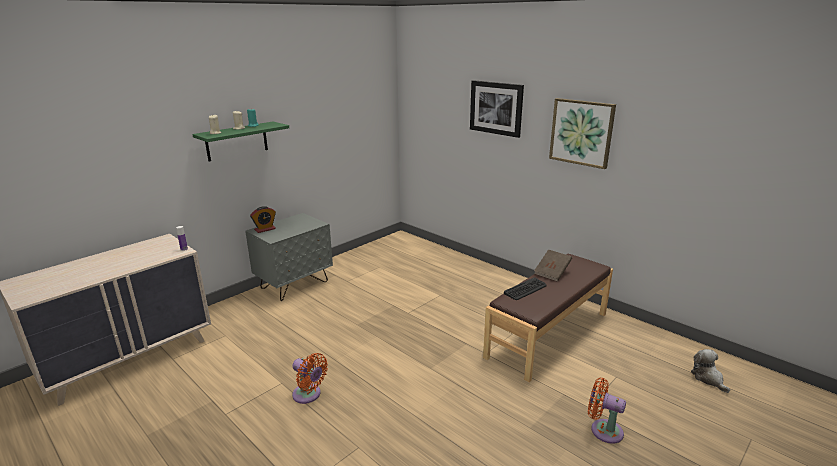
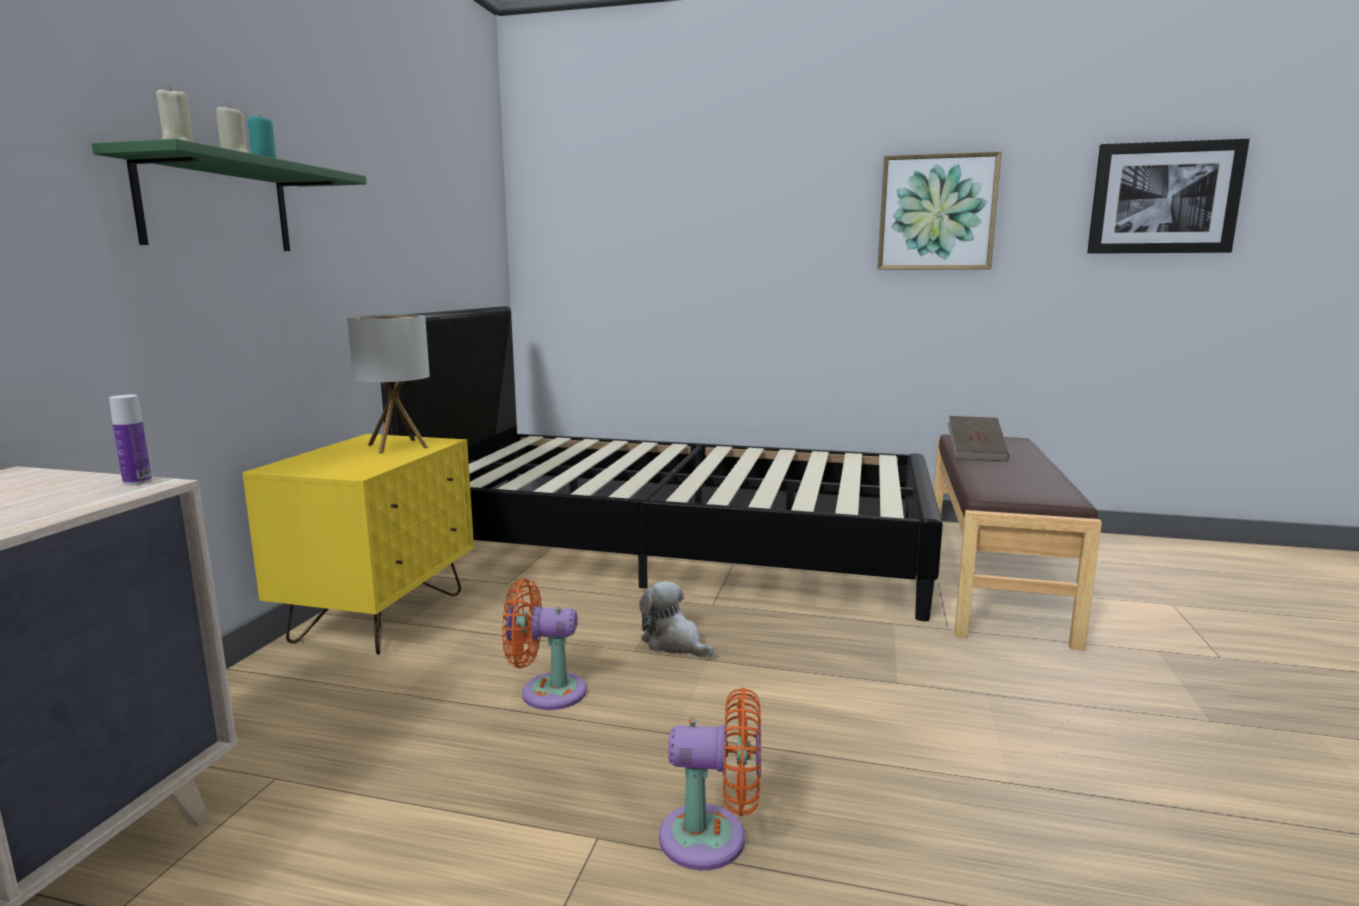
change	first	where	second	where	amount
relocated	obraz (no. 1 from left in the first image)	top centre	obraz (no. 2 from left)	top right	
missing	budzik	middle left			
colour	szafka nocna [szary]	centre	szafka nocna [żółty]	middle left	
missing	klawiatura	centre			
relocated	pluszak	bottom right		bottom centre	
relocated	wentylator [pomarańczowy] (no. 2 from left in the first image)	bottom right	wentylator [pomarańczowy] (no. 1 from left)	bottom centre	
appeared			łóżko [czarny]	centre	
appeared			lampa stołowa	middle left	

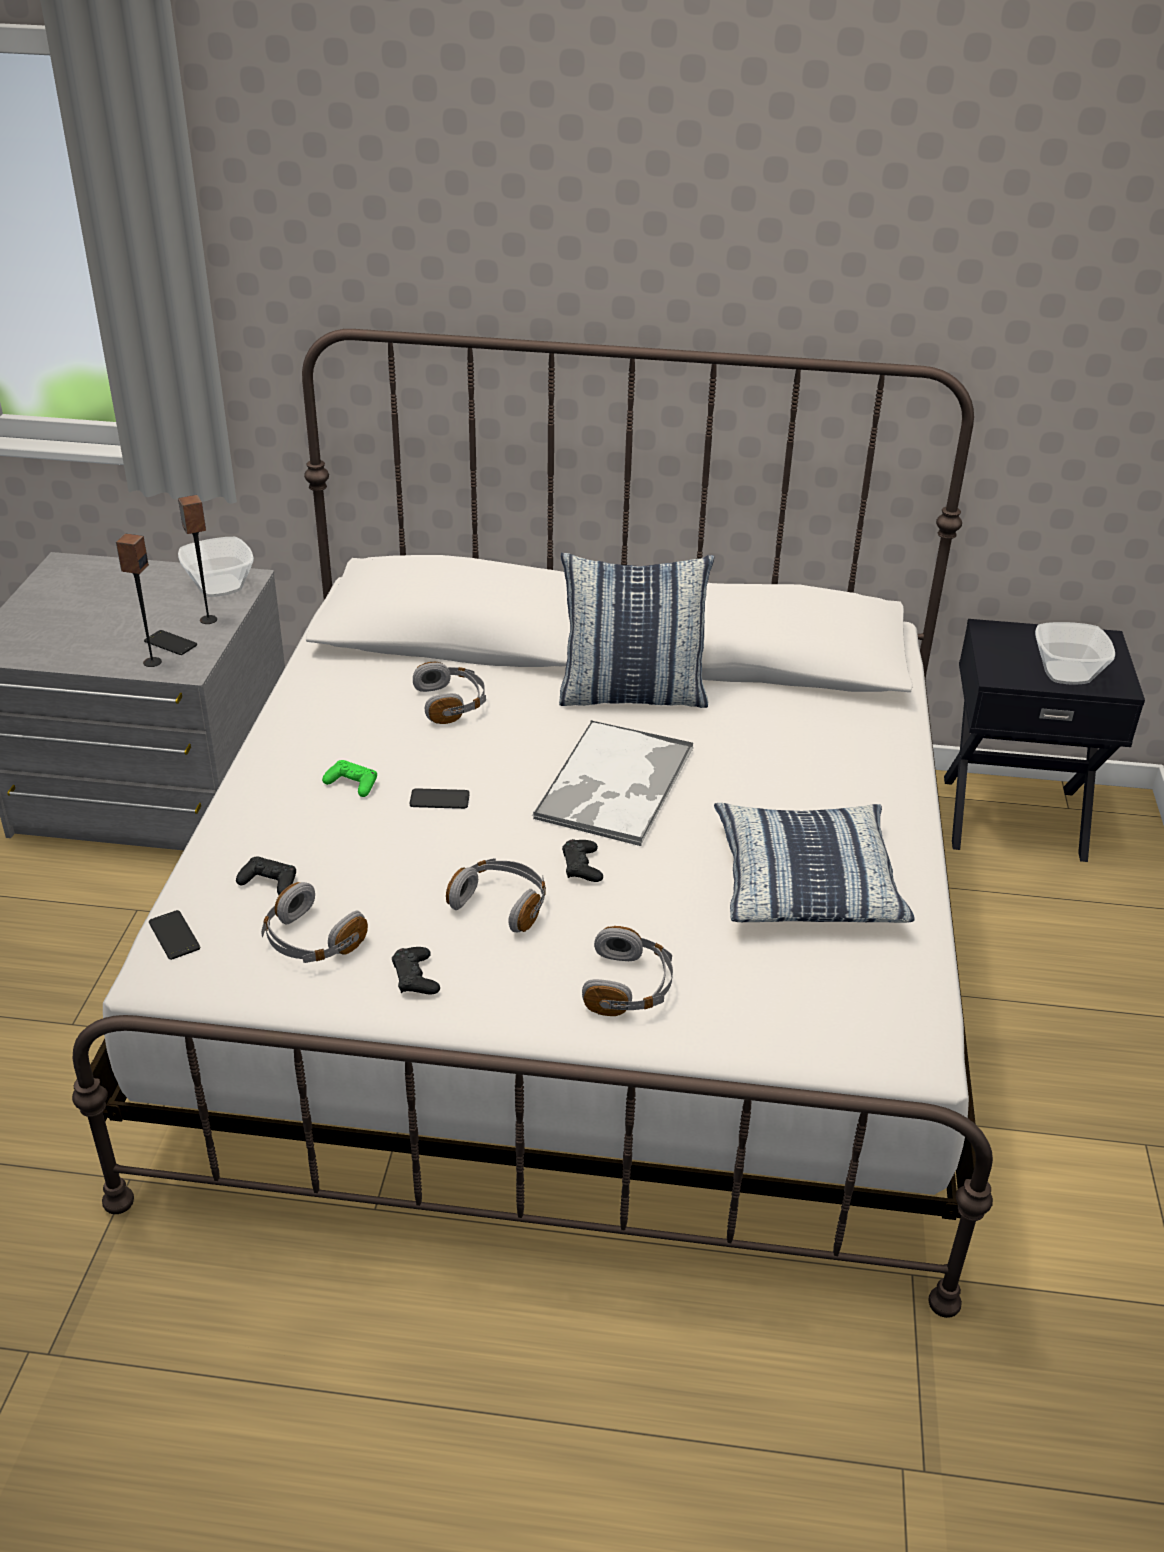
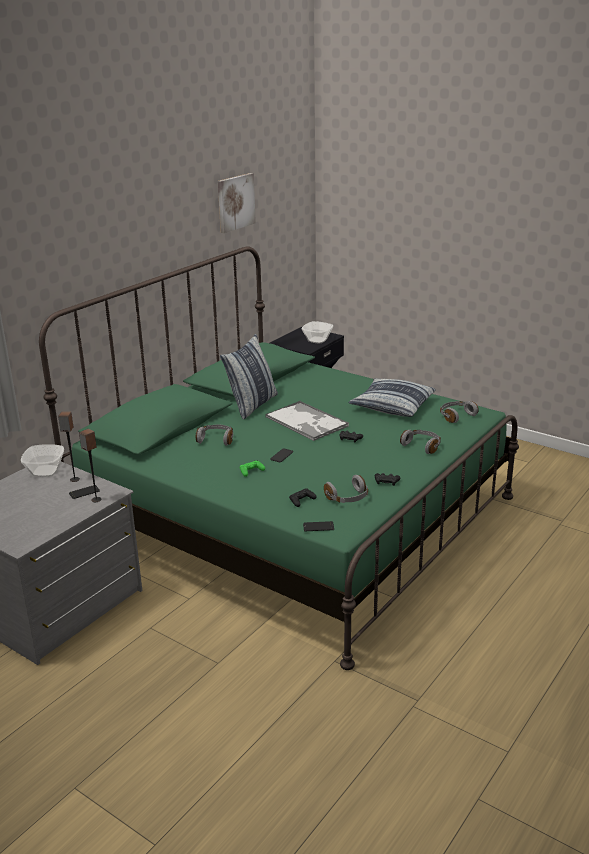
change	first	where	second	where	amount
colour	łóżko [biały]	centre	łóżko [zielony]	centre	
relocated	słuchawki [szary] (no. 3 from left in the first image)	centre	słuchawki [szary] (no. 4 from left)	middle right	
appeared			obraz	top centre	

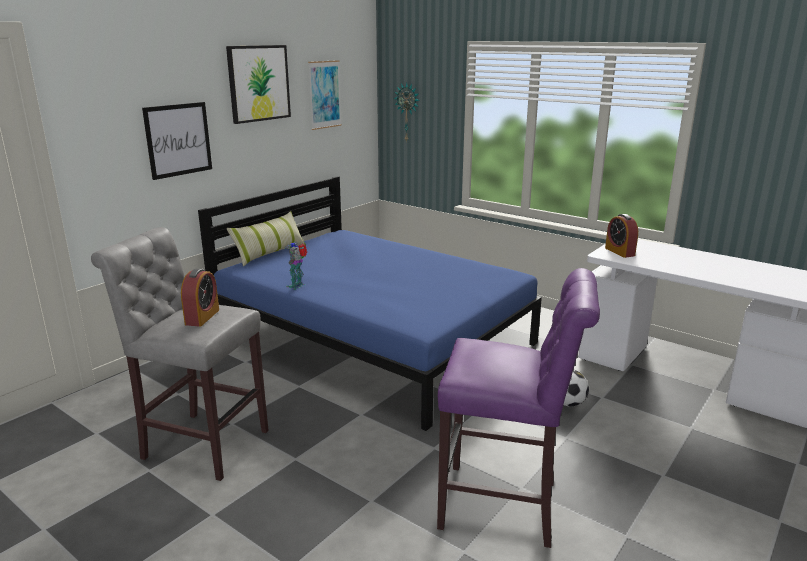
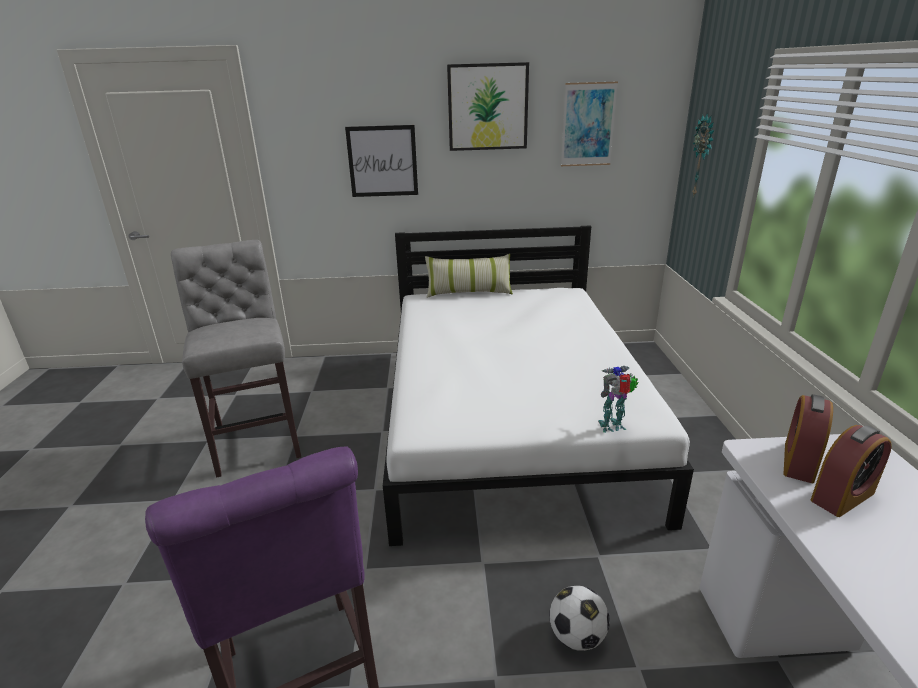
change	first	where	second	where	amount
colour	łóżko [niebieski]	centre	łóżko [biały]	centre	
relocated	robot zabawkowy	centre		middle right	
relocated	budzik (no. 1 from left in the first image)	middle left	budzik (no. 2 from left)	bottom right	

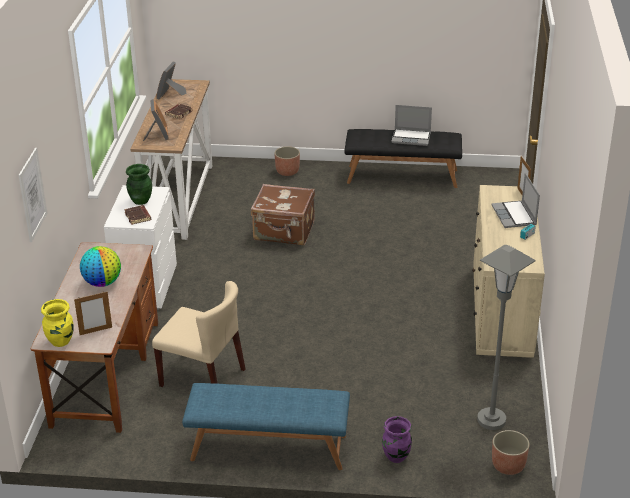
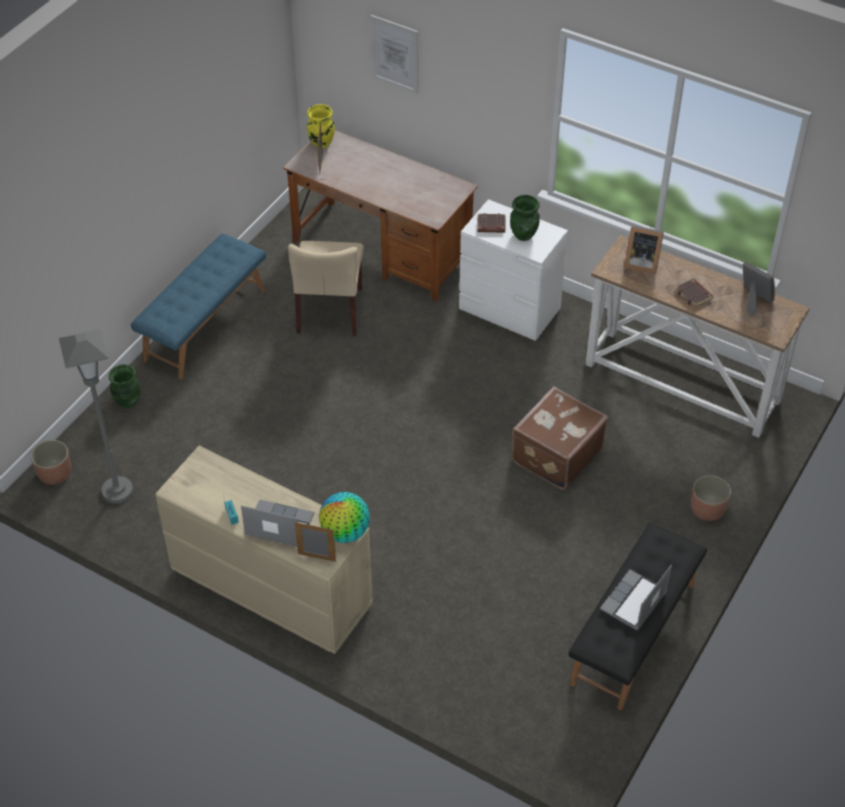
change	first	where	second	where	amount
relocated	globus	middle left		centre	
spun	krzesło [beżowy]	bottom left		centre	45 degrees counterclockwise
colour	wazon [fioletowy]	bottom centre	wazon [zielony] (no. 1 from left)	middle left	

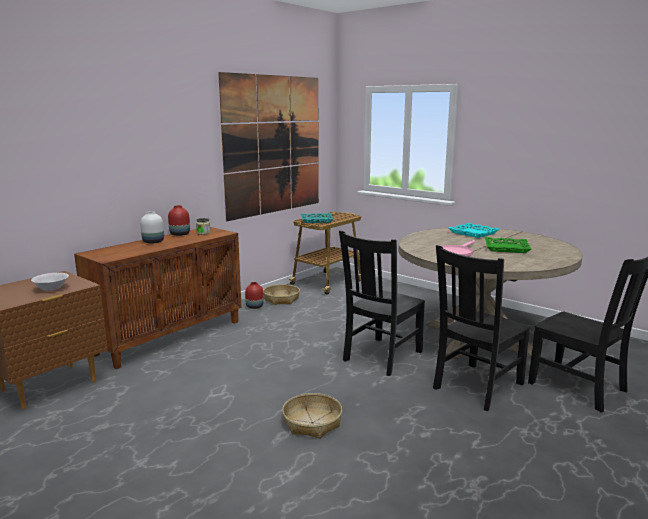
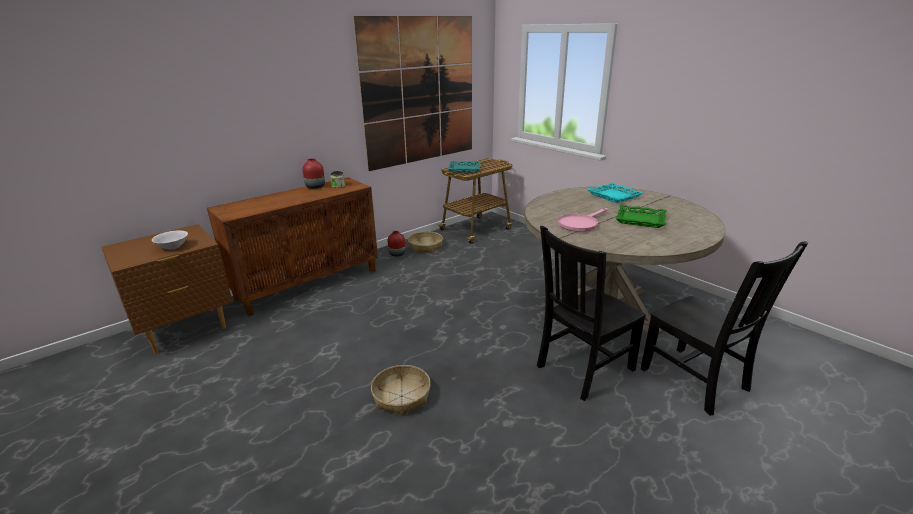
change	first	where	second	where	amount
missing	wazon [biały]	middle left			
missing	krzesło [czarny] (no. 1 from left)	centre			

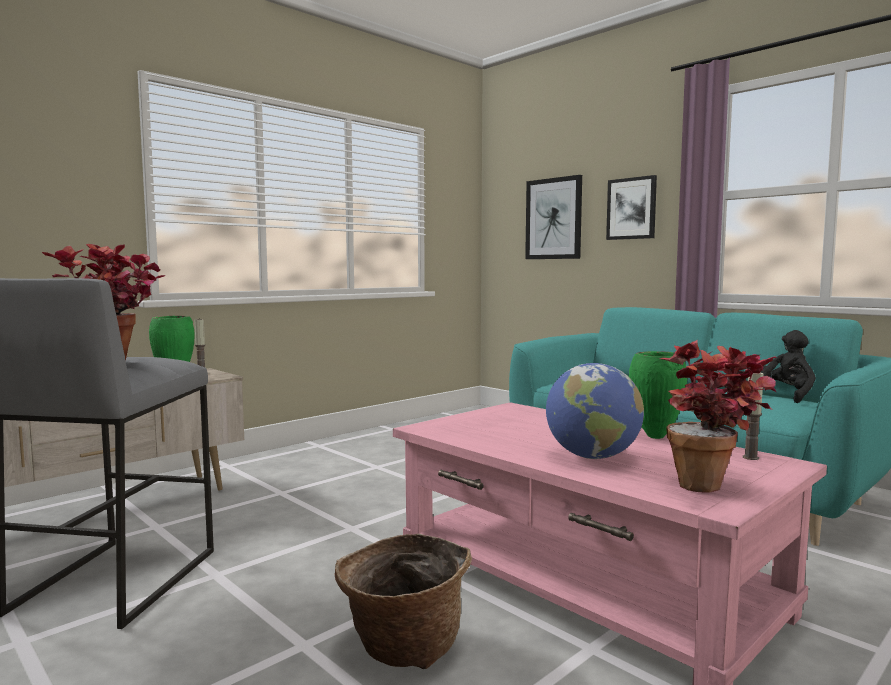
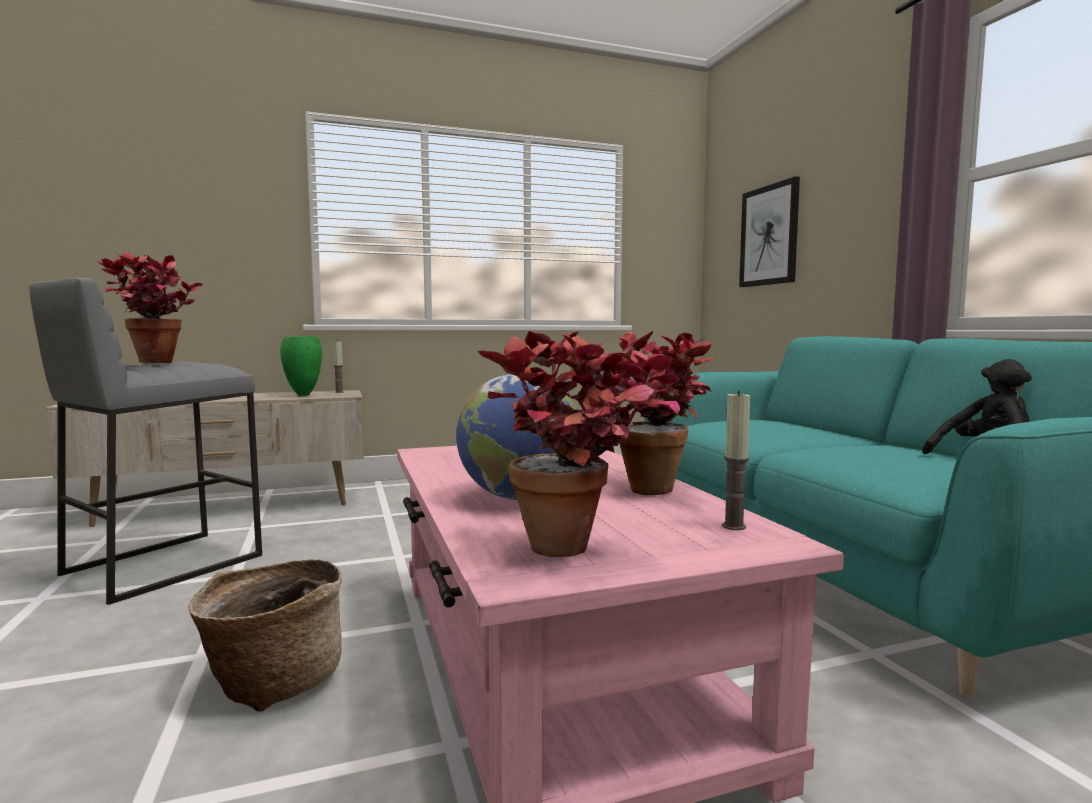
change	first	where	second	where	amount
missing	obraz (no. 2 from left)	top right			
exchanged	wazon [zielony] (no. 2 from left)	middle right	roślina doniczkowa (no. 3 from left)	centre	

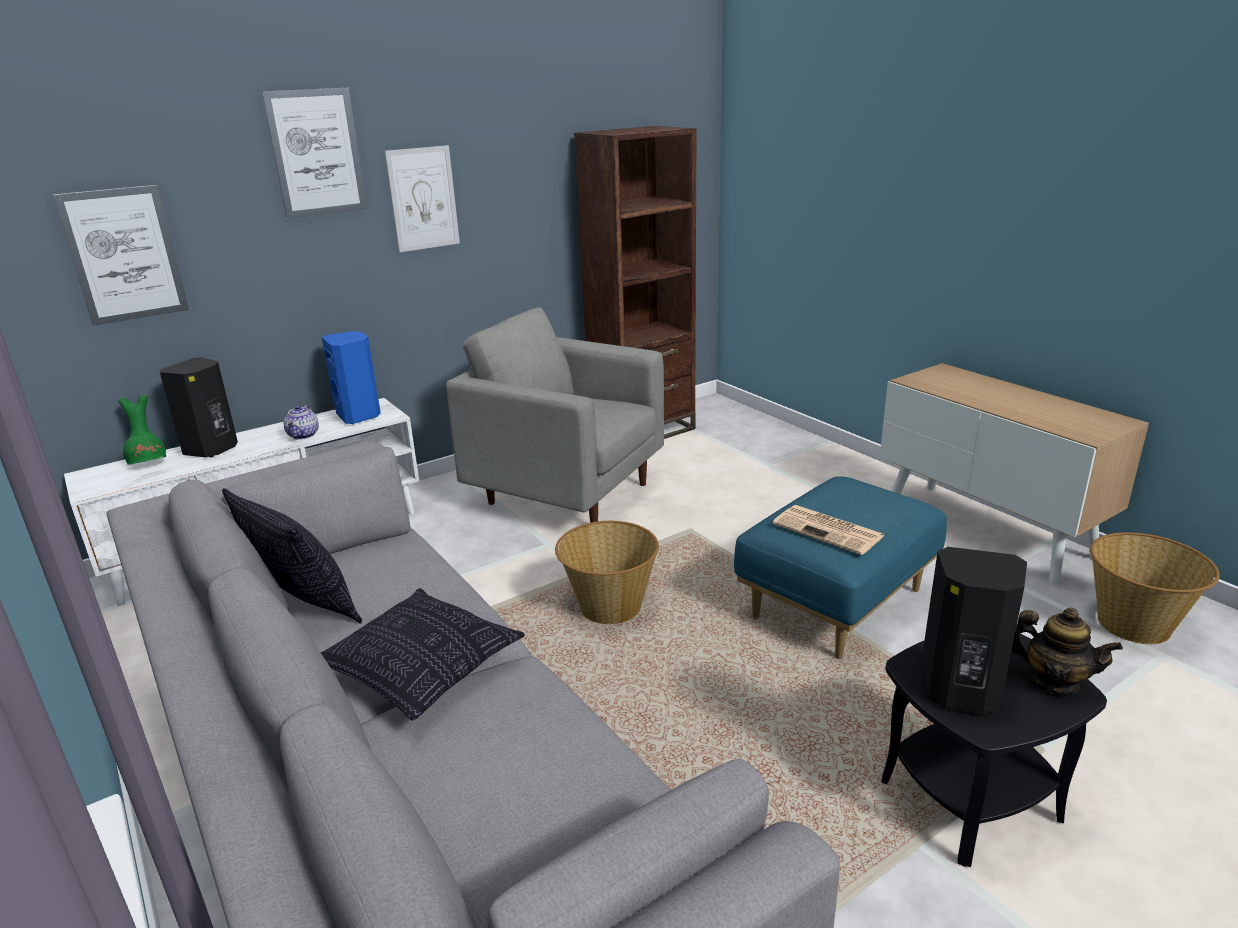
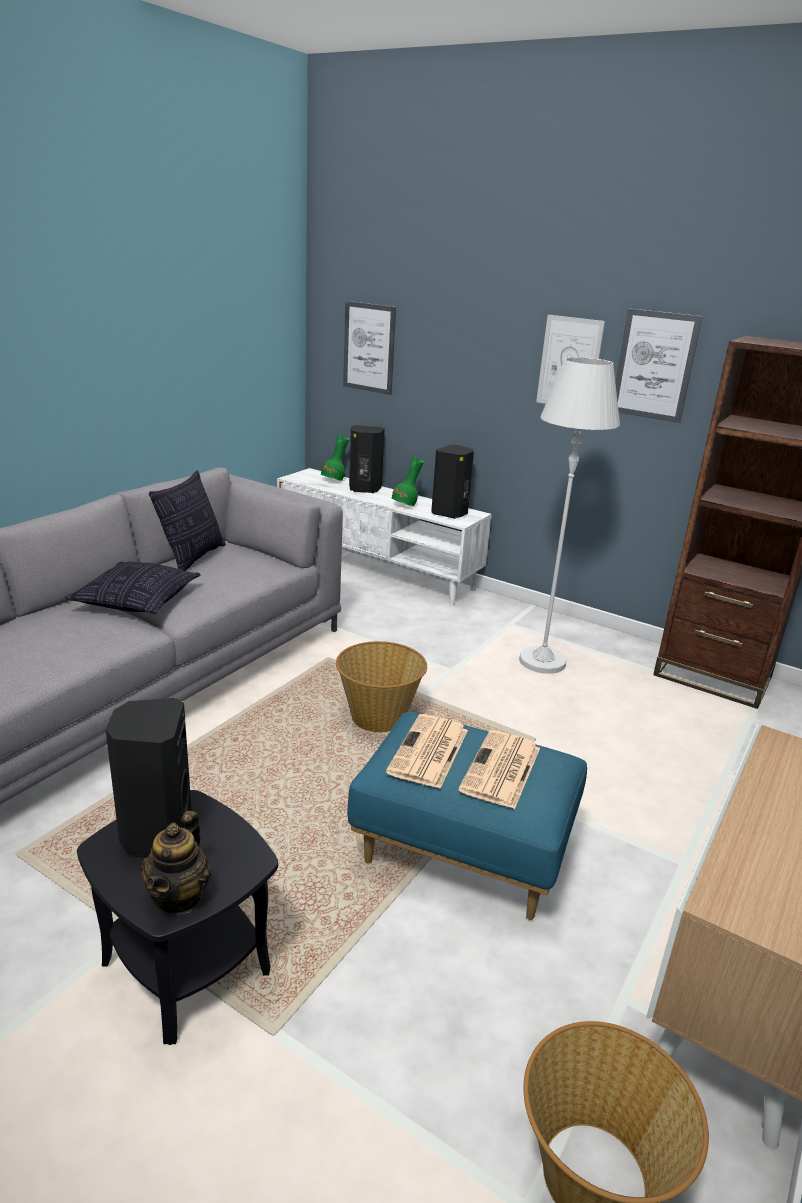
change	first	where	second	where	amount
relocated	obraz (no. 2 from left in the first image)	top left	obraz (no. 3 from left)	top right	
exchanged	fotel [szary]	centre	lampa stojąca [biały]	middle right	
colour	głośnik [niebieski]	middle left	głośnik [czarny] (no. 3 from left)	centre	
exchanged	imbryk (no. 1 from left)	middle left	wazon [zielony] (no. 2 from left)	centre	
appeared			gazeta (no. 2 from left)	centre	

